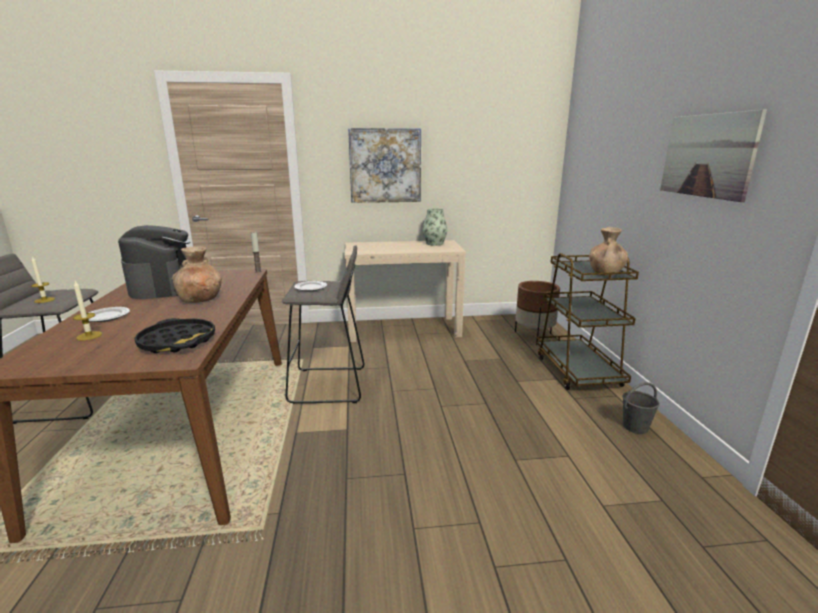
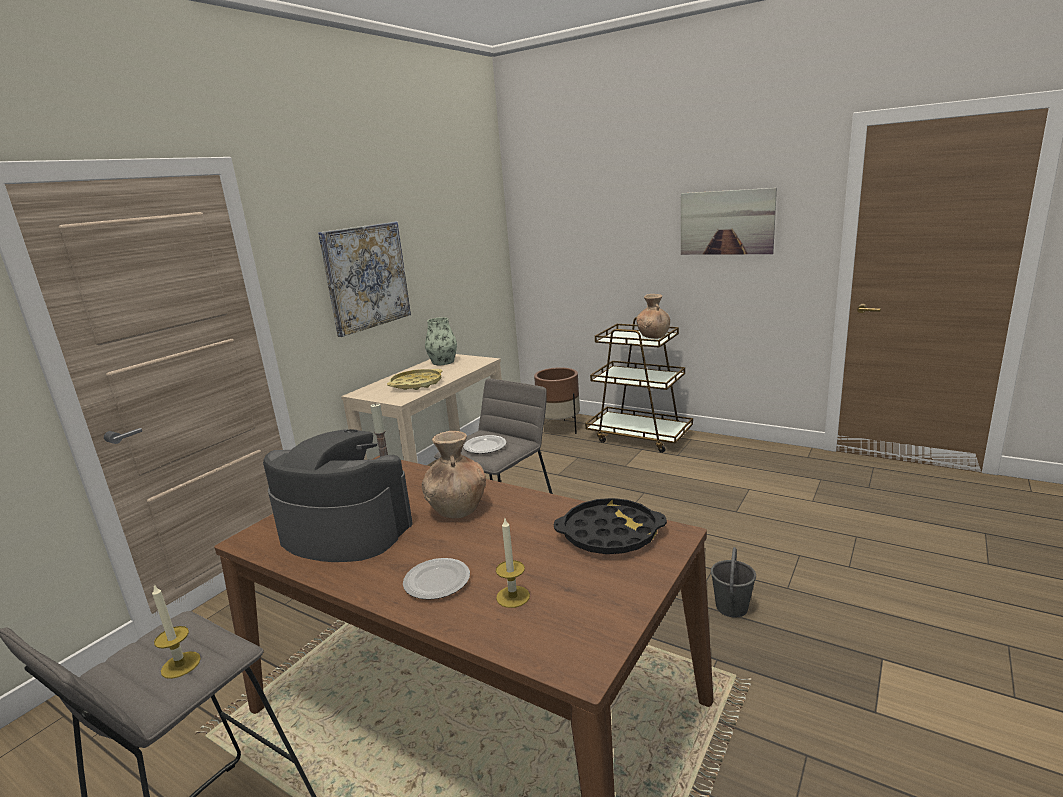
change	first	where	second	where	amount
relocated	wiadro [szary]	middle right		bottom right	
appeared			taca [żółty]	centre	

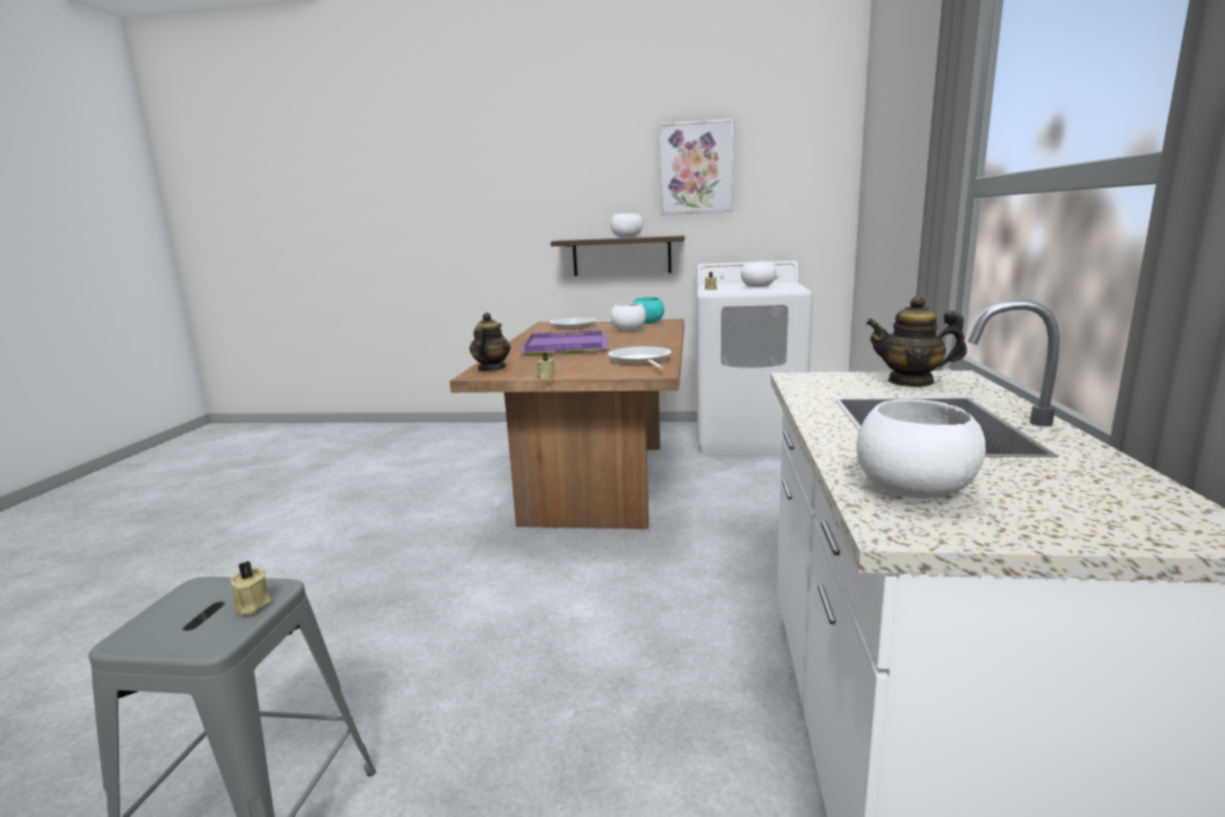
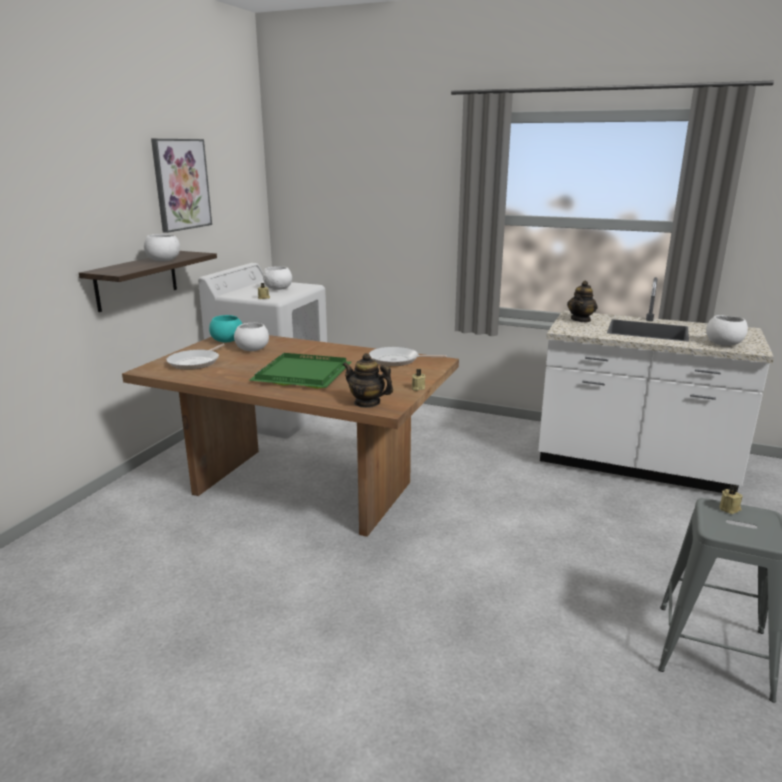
change	first	where	second	where	amount
colour	taca [fioletowy]	centre	taca [zielony]	centre	

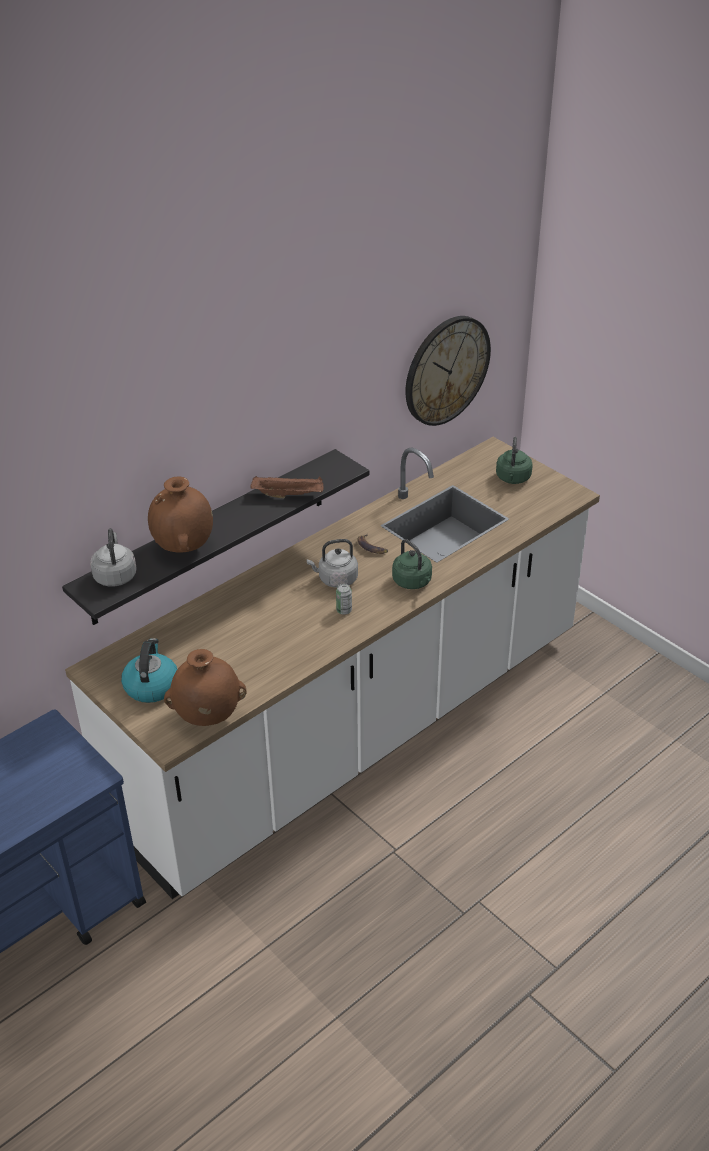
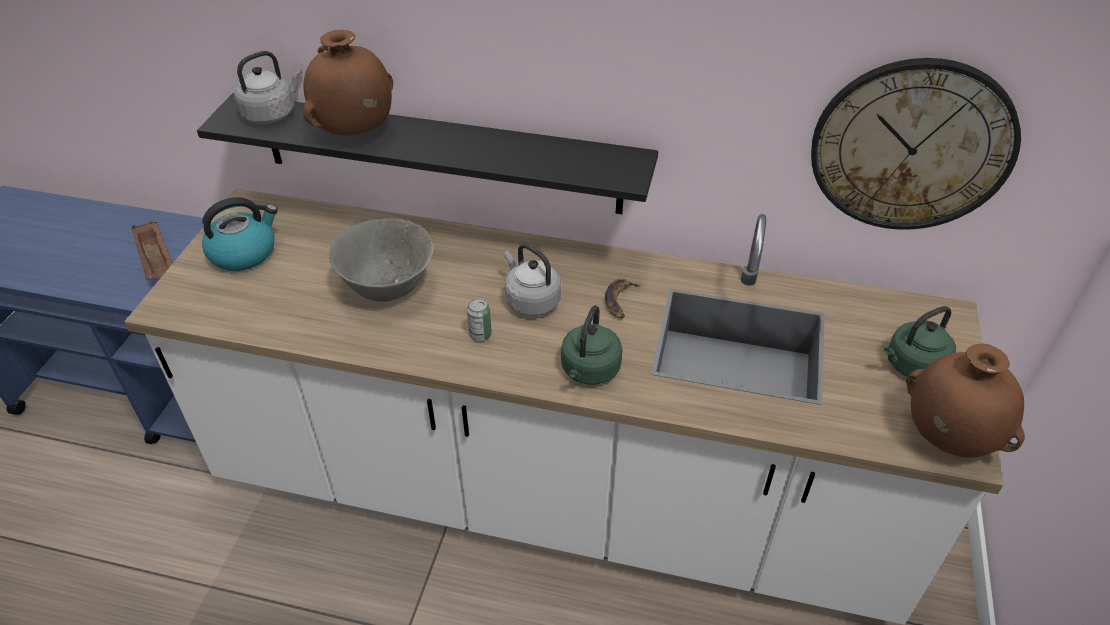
change	first	where	second	where	amount
relocated	taca [brązowy]	centre		middle left	
relocated	wazon [brązowy] (no. 2 from left)	middle left		middle right	
appeared			miska [szary]	centre	

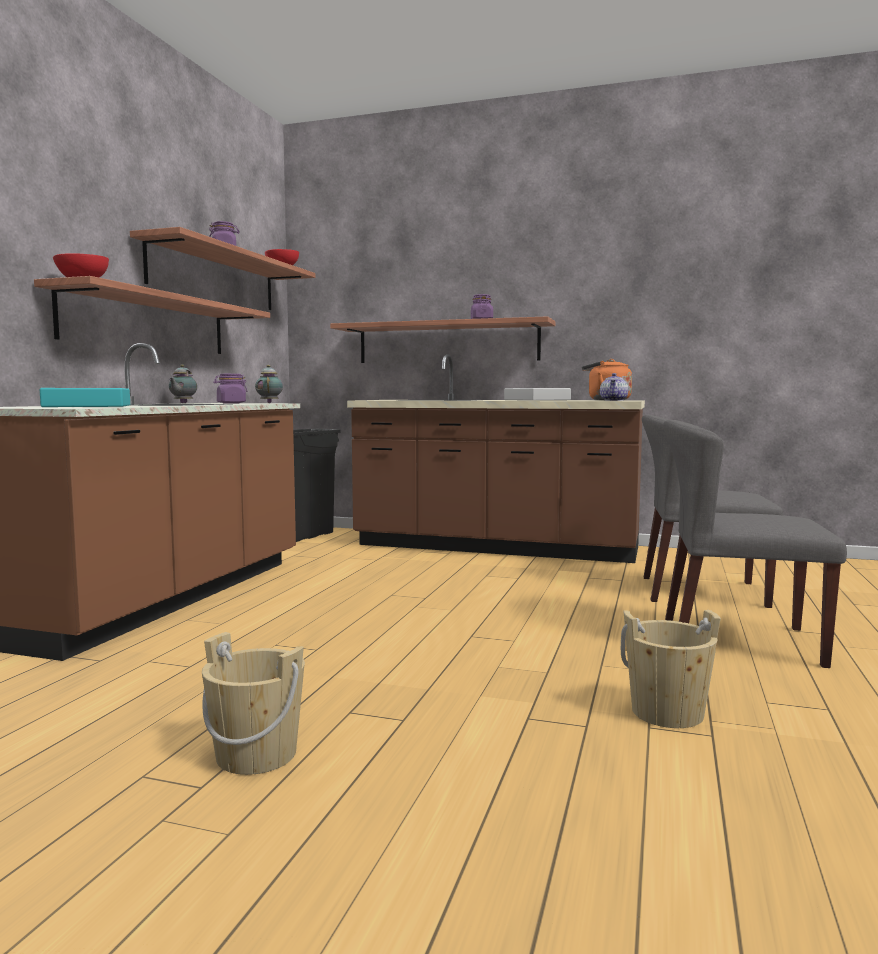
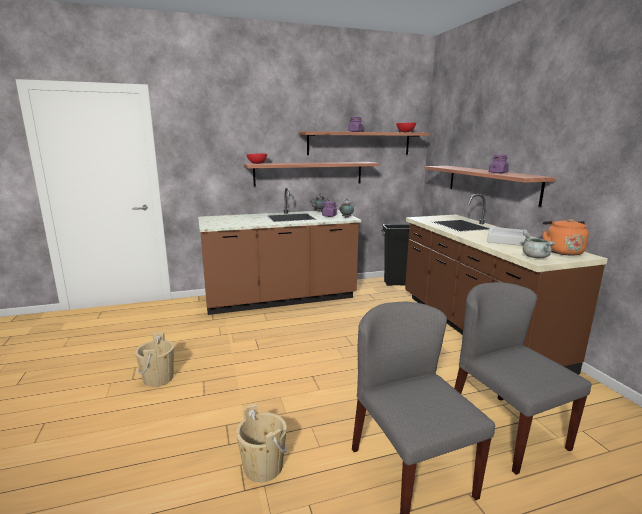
change	first	where	second	where	amount
exchanged	imbryk (no. 3 from left)	middle right	garnek [szary]	middle right	
missing	taca [turkusowy]	middle left			

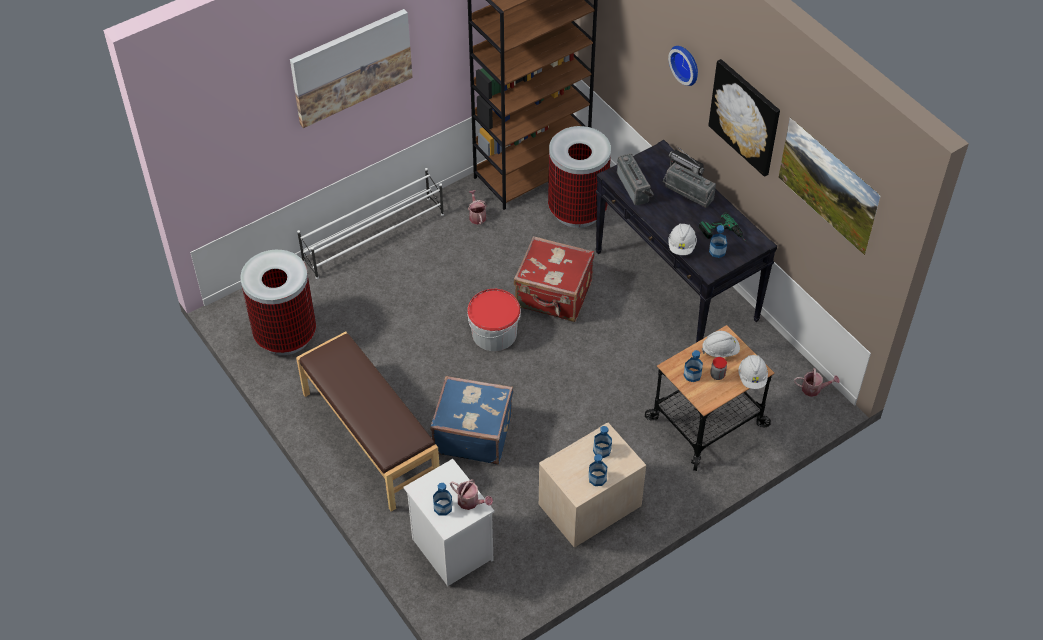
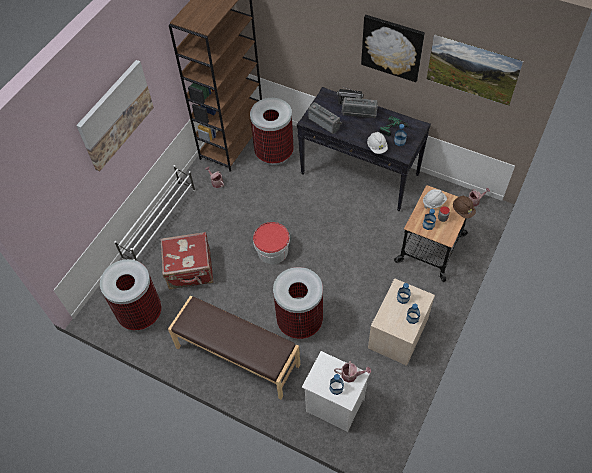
change	first	where	second	where	amount
missing	zegar ścienny	top centre			
relocated	walizka [czerwony]	centre		middle left	
colour	kask [biały] (no. 3 from left)	middle right	kask [brązowy]	middle right	
exchanged	walizka [niebieski]	centre	kosz na śmieci (no. 3 from left)	centre	

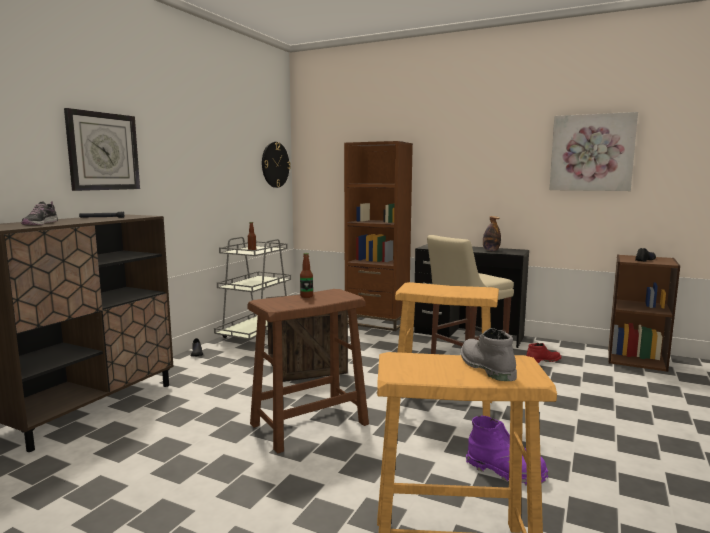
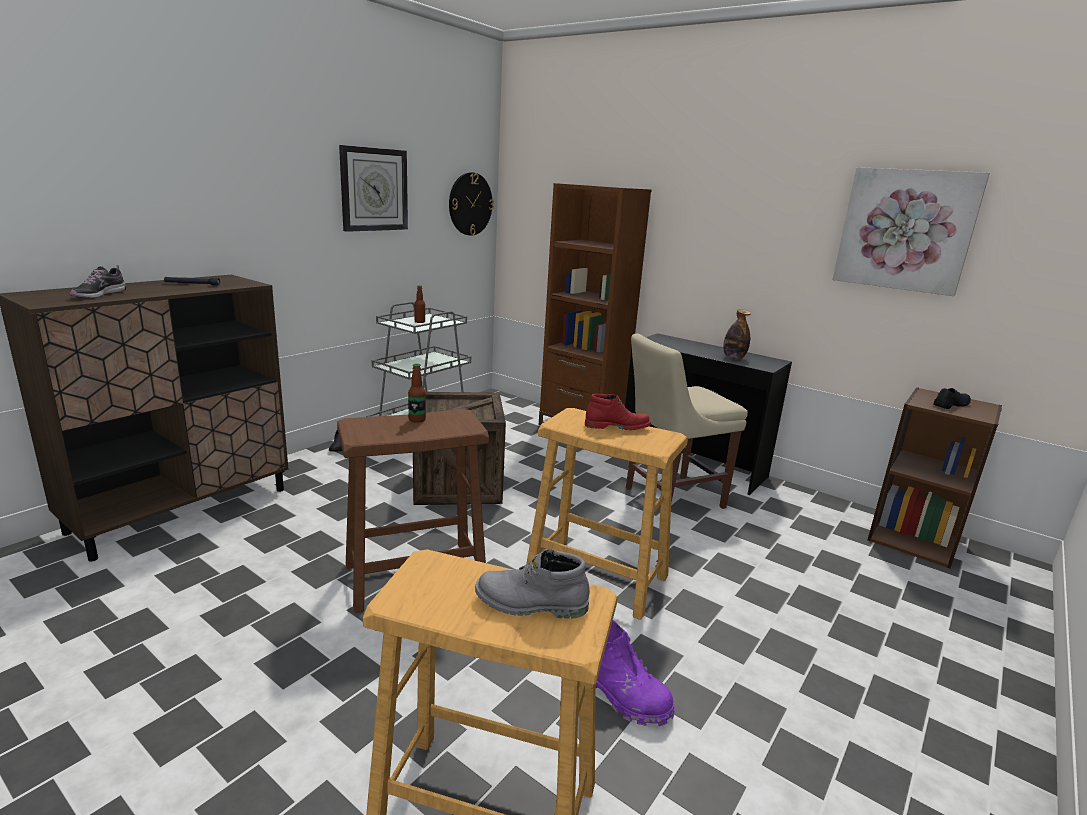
change	first	where	second	where	amount
relocated	zegar ścienny (no. 1 from left)	top left		top centre	
spun	but z cholewką [szary]	middle right		bottom centre	75 degrees counterclockwise
relocated	but z cholewką [czerwony]	middle right		centre	

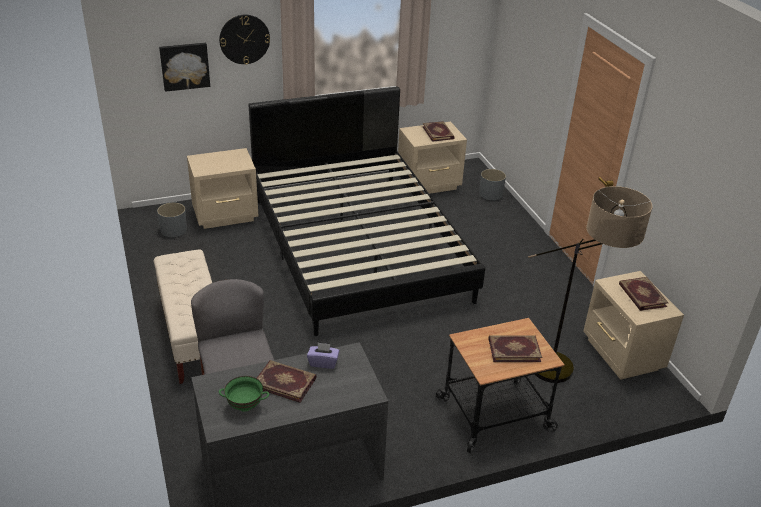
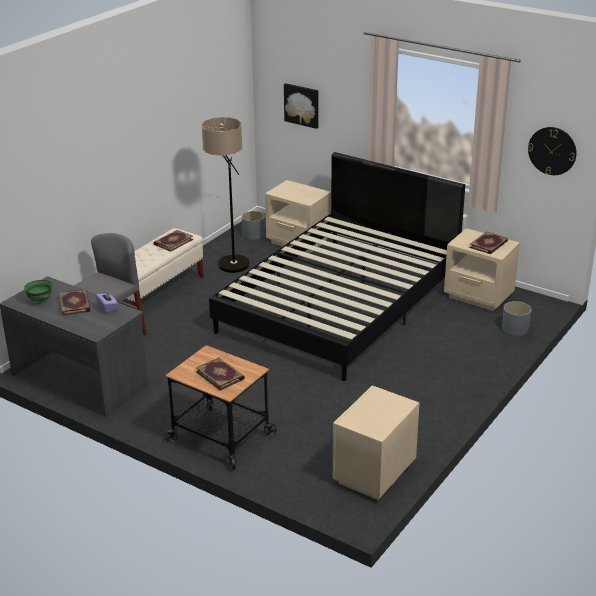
change	first	where	second	where	amount
relocated	zegar ścienny	top left		top right	
relocated	lampa stojąca	middle right		top centre	
relocated	książka (no. 4 from left in the first image)	middle right	książka (no. 2 from left)	middle left	

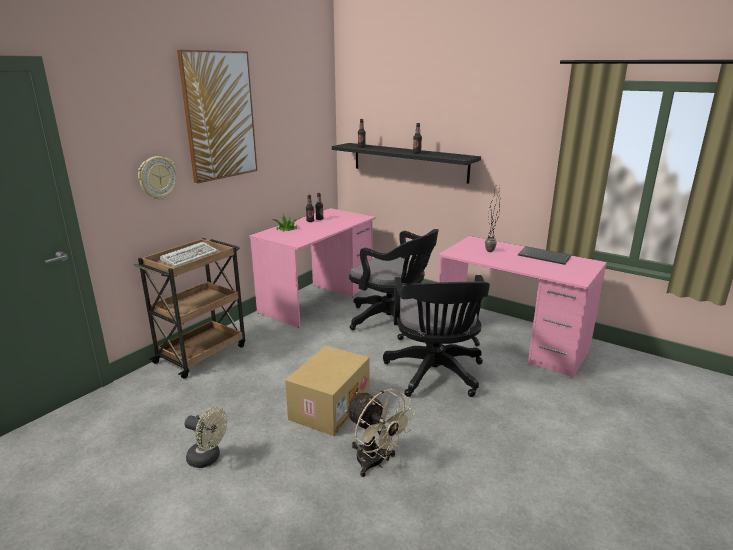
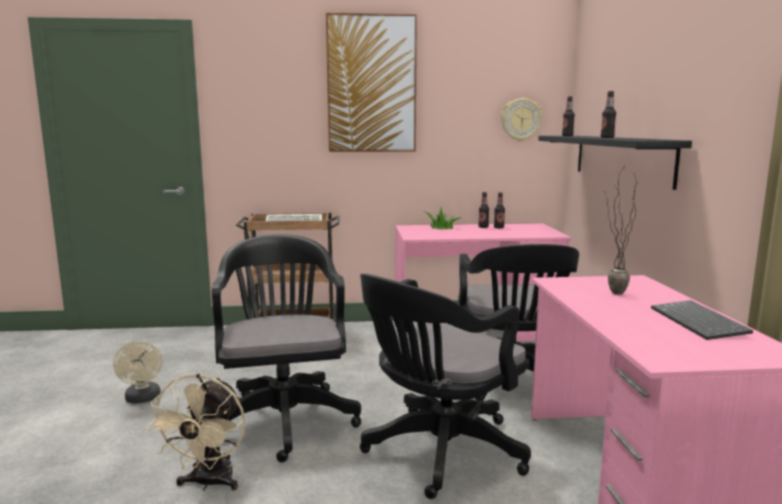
change	first	where	second	where	amount
relocated	zegar ścienny	top left		top centre	
exchanged	karton	bottom centre	krzesło biurowe [czarny] (no. 1 from left)	bottom centre	

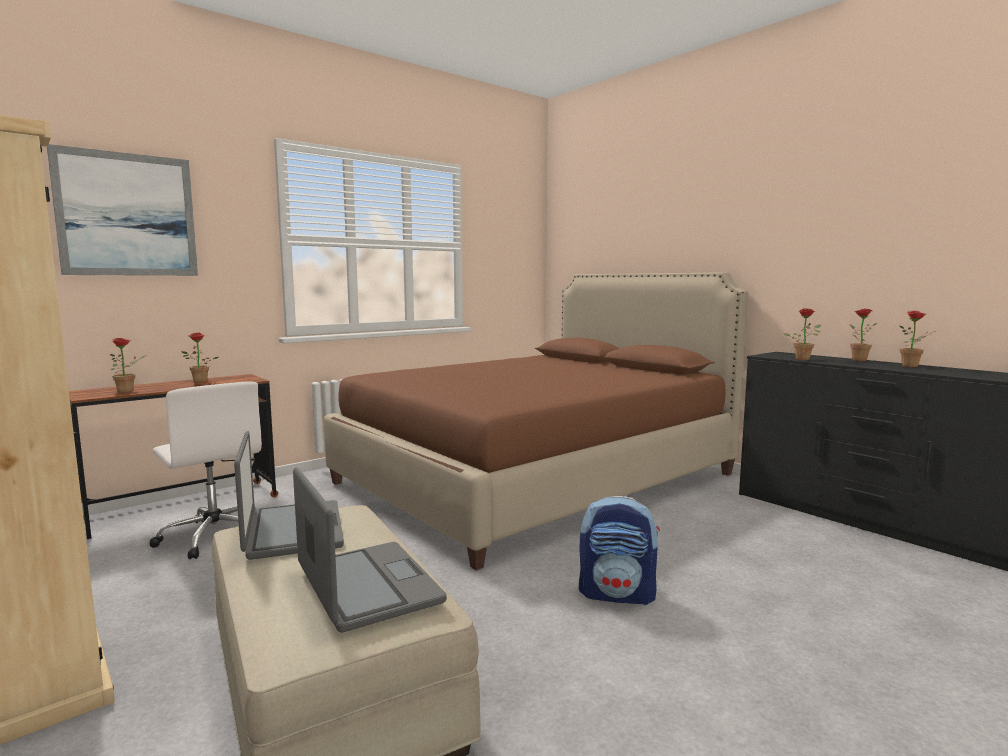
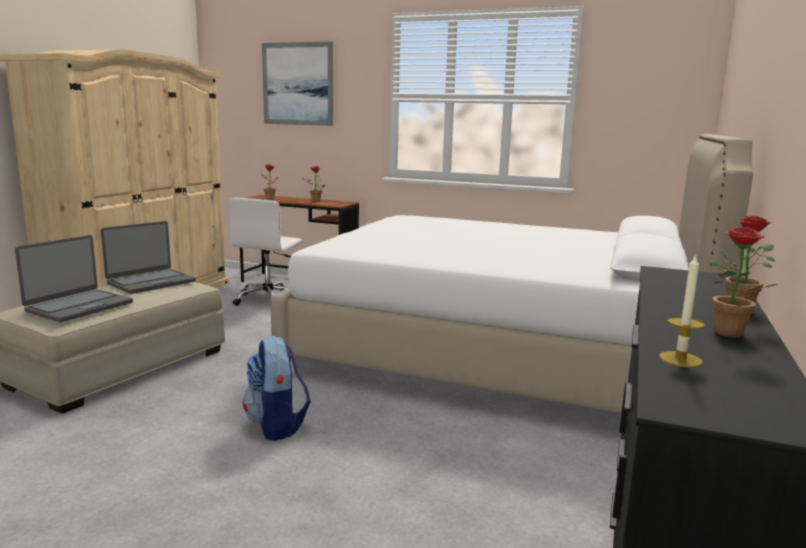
change	first	where	second	where	amount
colour	łóżko [brązowy]	centre	łóżko [biały]	centre	
missing	roślina doniczkowa (no. 3 from left)	middle right			
appeared			świeca	middle right	

